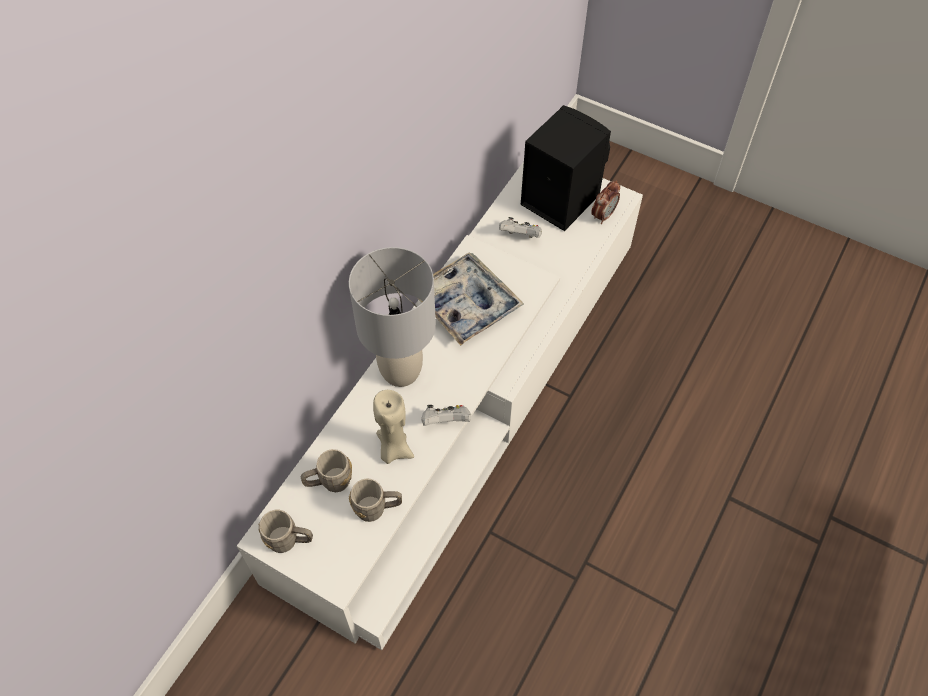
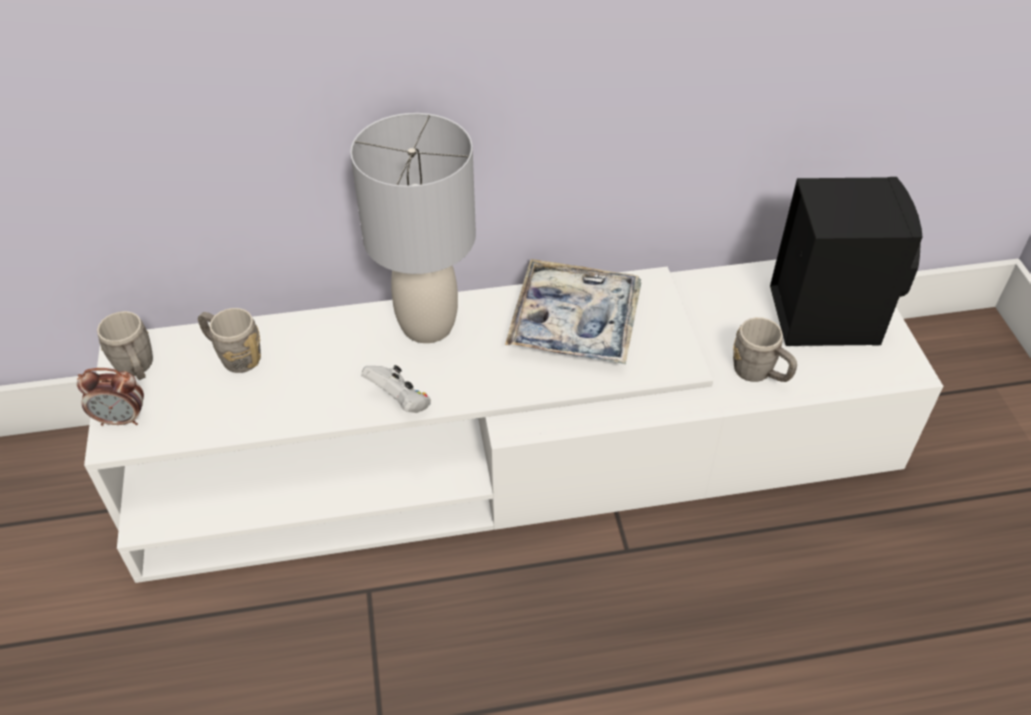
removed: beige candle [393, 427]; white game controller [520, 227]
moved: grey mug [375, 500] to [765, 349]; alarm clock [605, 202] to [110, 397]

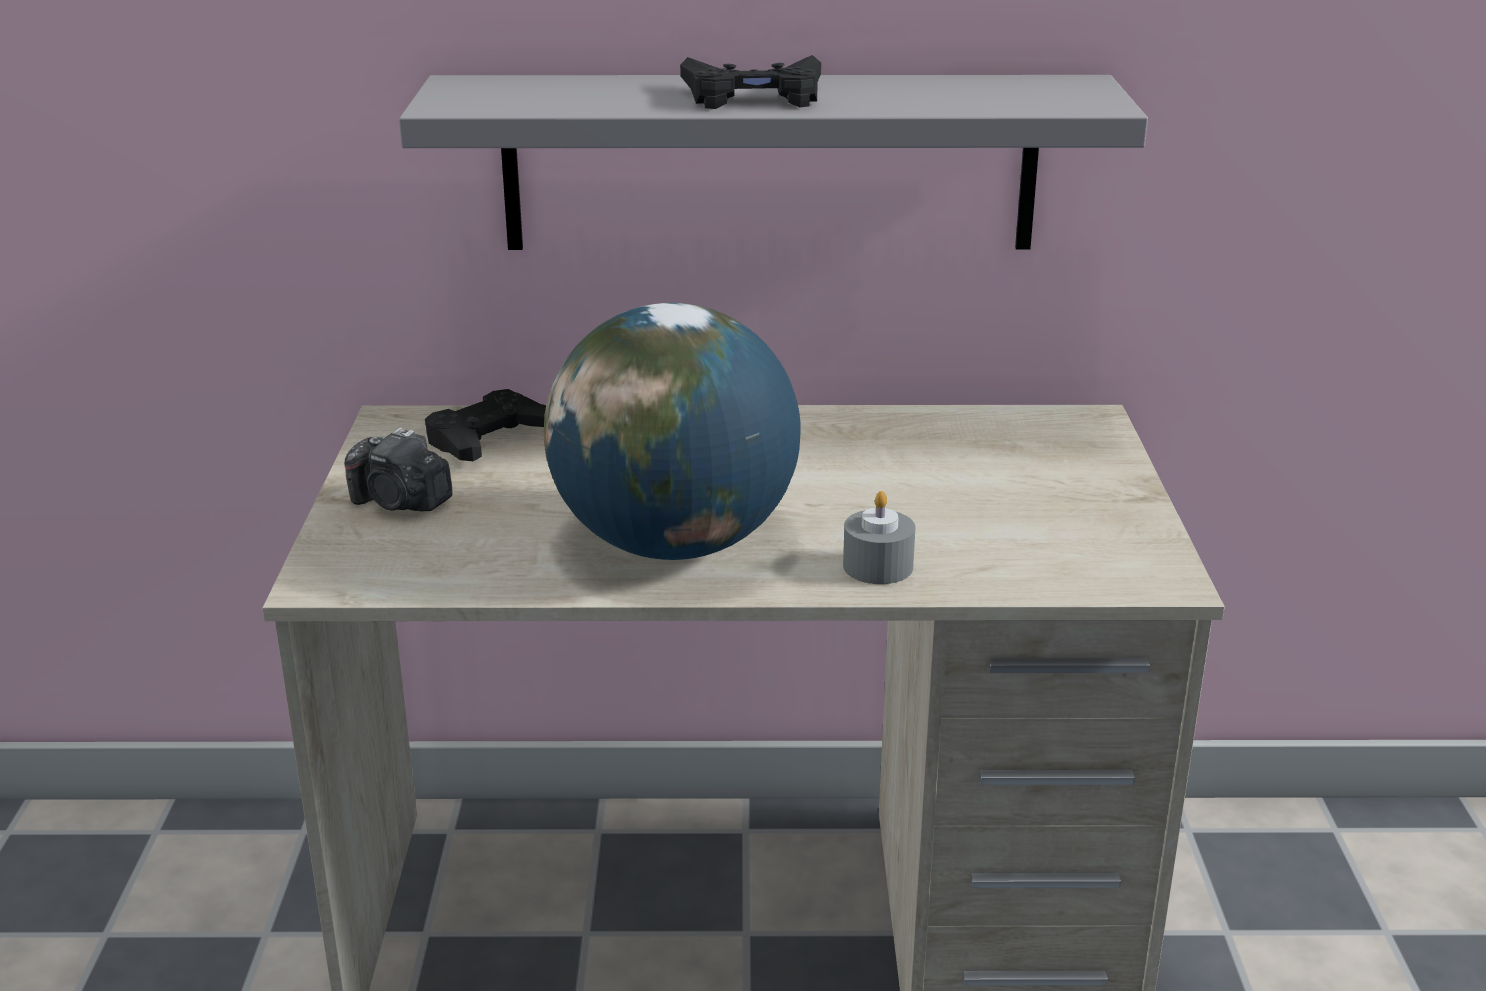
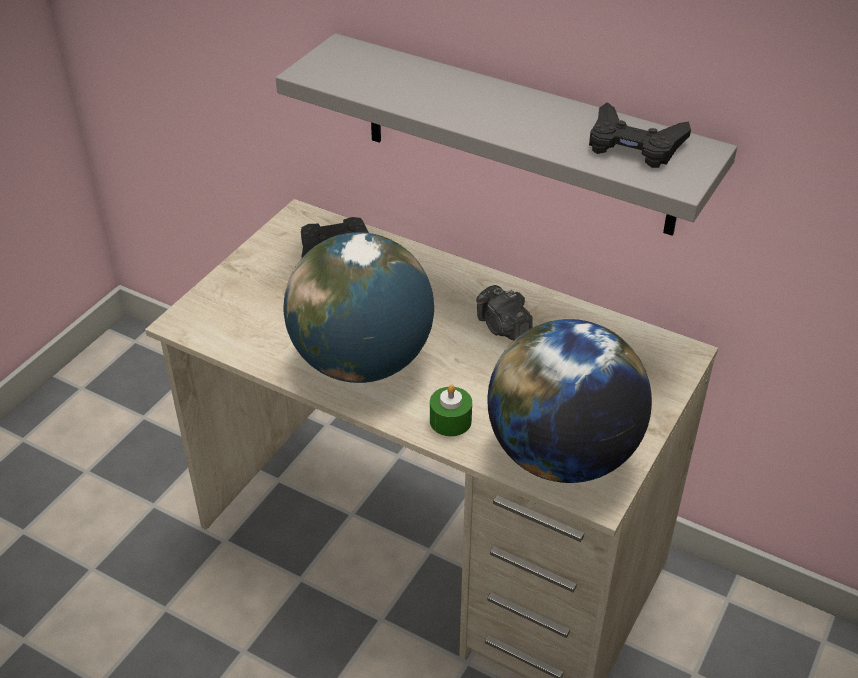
added: globe [569, 401]
moved: photo camera [398, 469] to [504, 312]; black game controller [750, 82] to [640, 135]
recoloured: grey candle [879, 537] to green candle [451, 411]

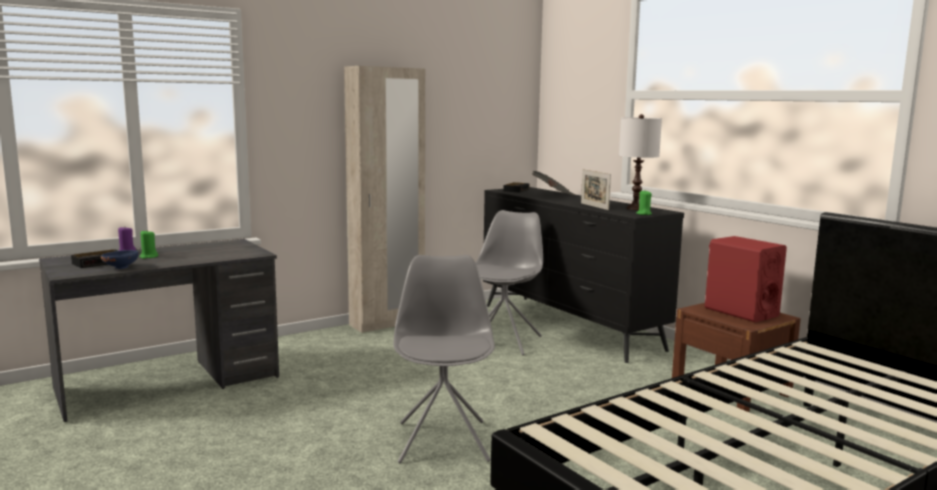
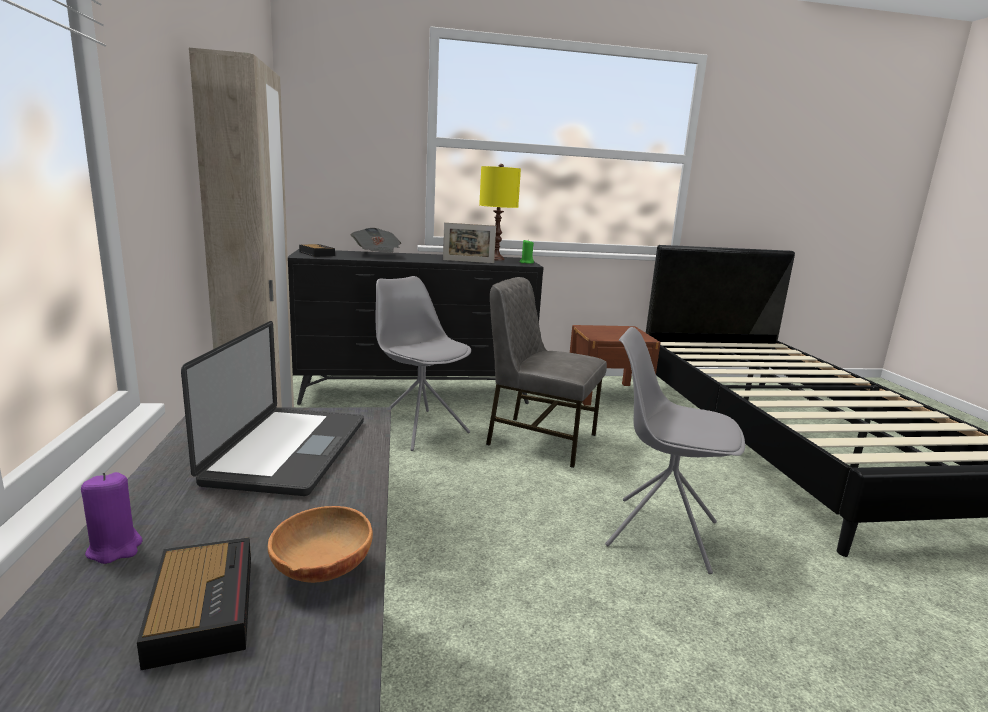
removed: green candle [149, 244]; red speaker [746, 279]
added: laptop [272, 408]; grey chair [546, 372]
recoloured: blue bowl [120, 259] to brown bowl [320, 544]; white table lamp [640, 162] to yellow table lamp [500, 212]

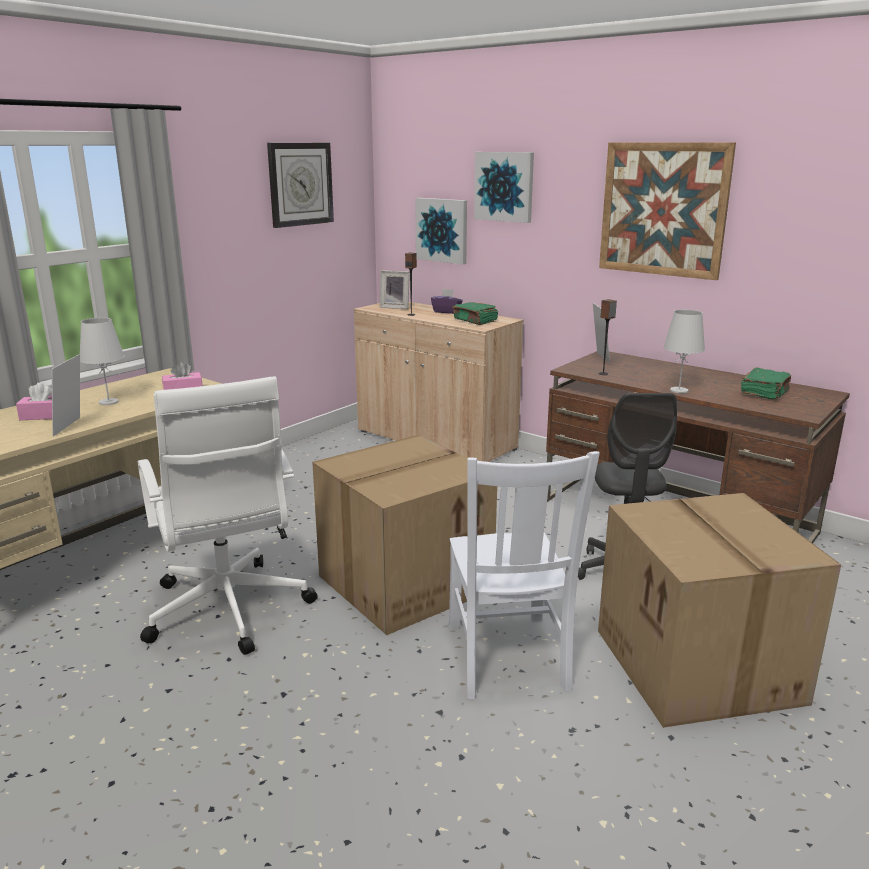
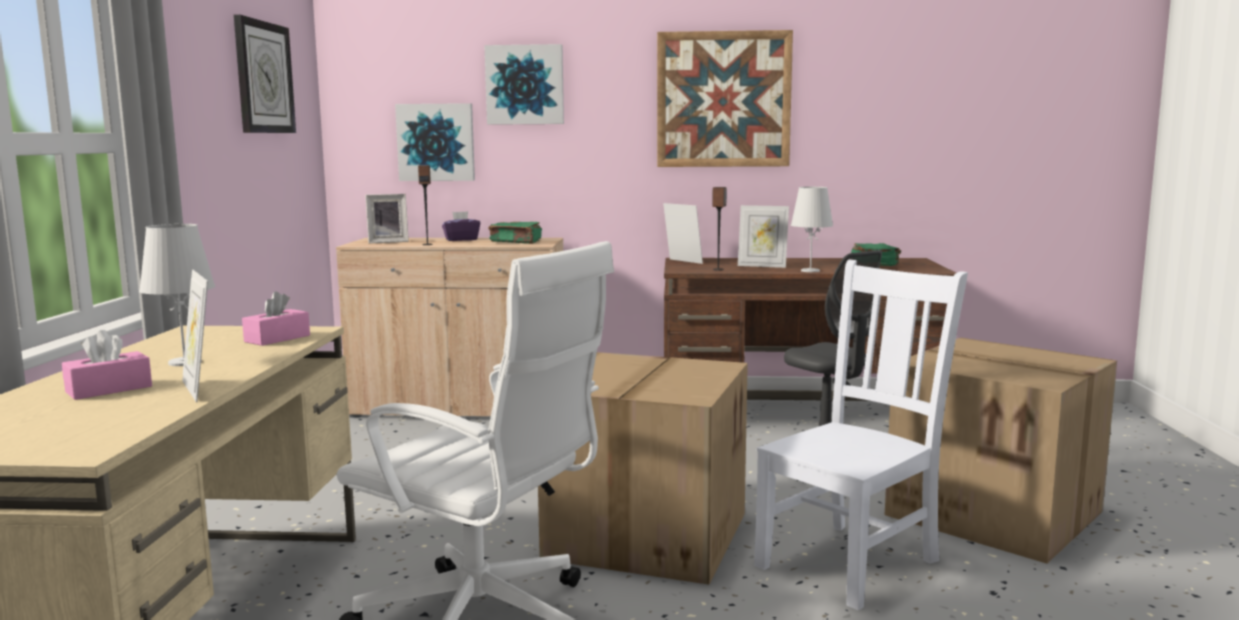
added: picture frame [763, 236]
turned: white chair [524, 575] = [861, 435] 90 degrees counterclockwise

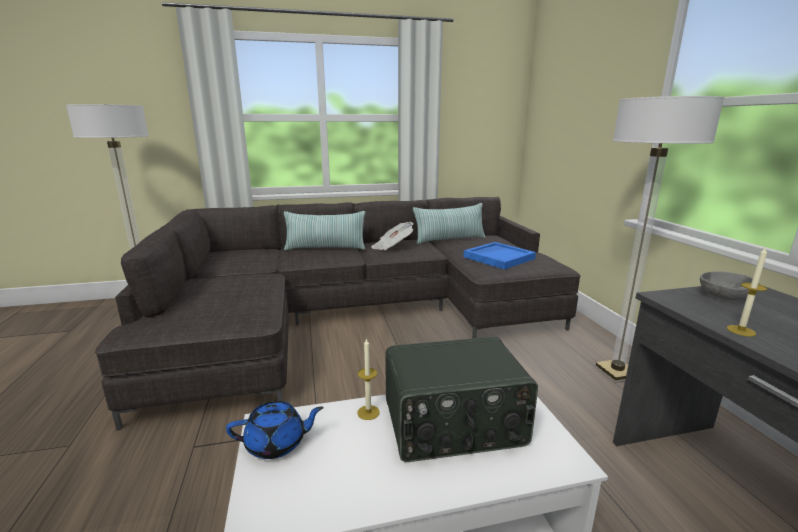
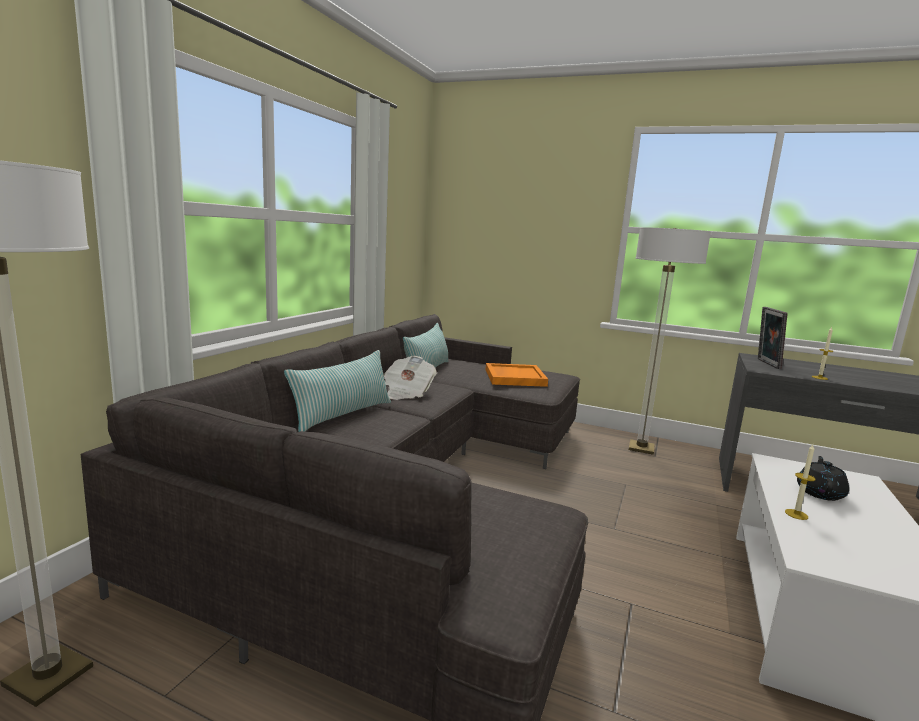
removed: blue teapot [275, 430]
replaced: radio [461, 399] to black teapot [823, 478]; grey bowl [730, 285] to picture frame [773, 338]
recoloured: blue tray [499, 256] to orange tray [517, 375]

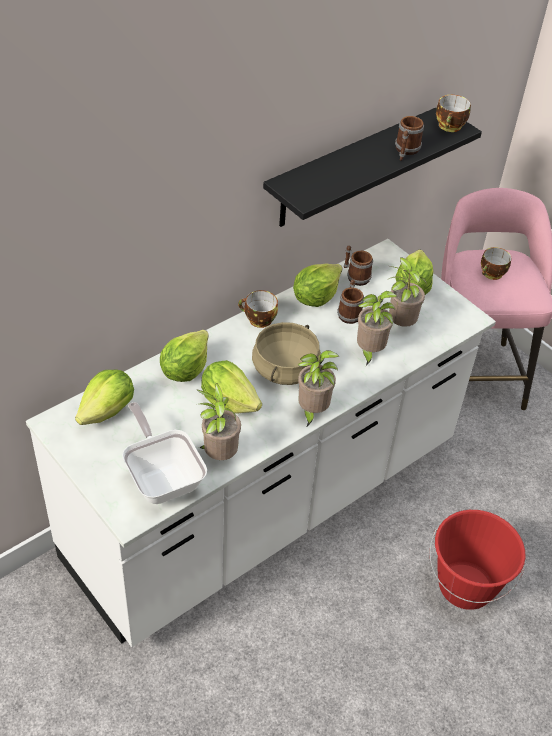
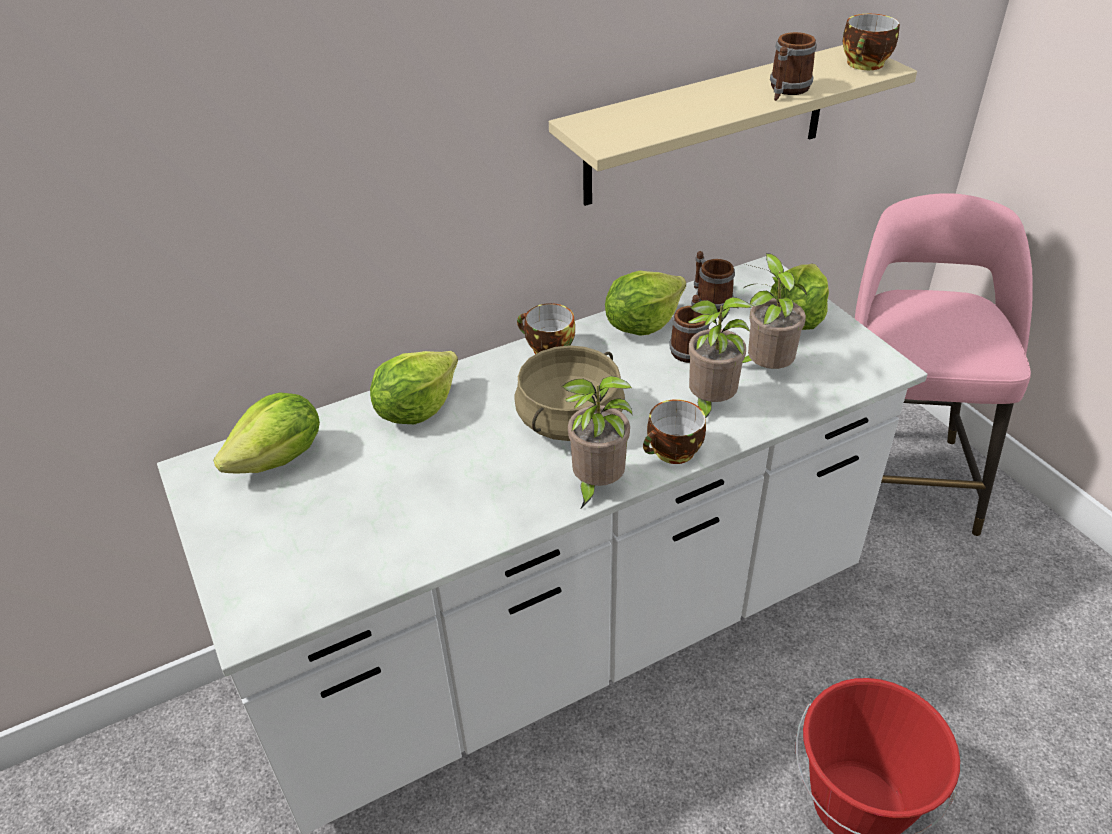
removed: frying pan [164, 453]; potted plant [219, 421]; lettuce [231, 387]
moved: cup [496, 263] to [674, 431]
recoloured: black shelf [372, 167] to beige shelf [733, 125]

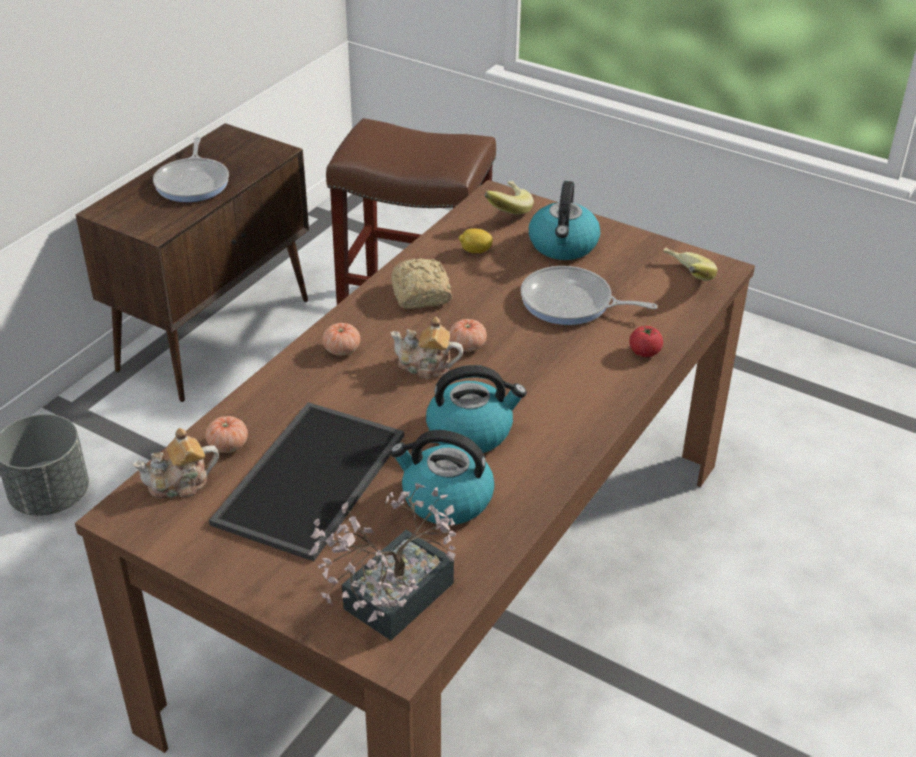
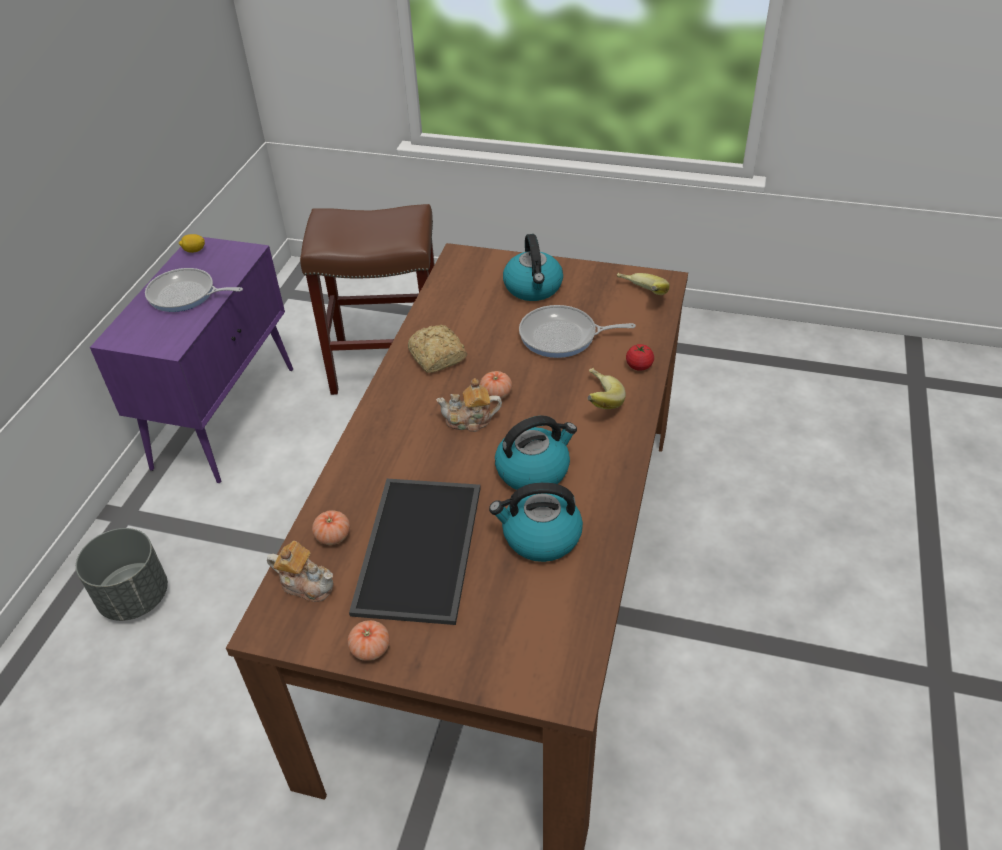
removed: potted plant [382, 562]
moved: tomato [341, 339] to [369, 640]; lemon [476, 240] to [192, 243]; banana [509, 197] to [607, 388]
recoloured: brown cabinet [192, 262] to purple cabinet [191, 360]
turned: teapot [176, 463] = [300, 571] 120 degrees counterclockwise; frying pan [191, 169] = [194, 290] 120 degrees clockwise

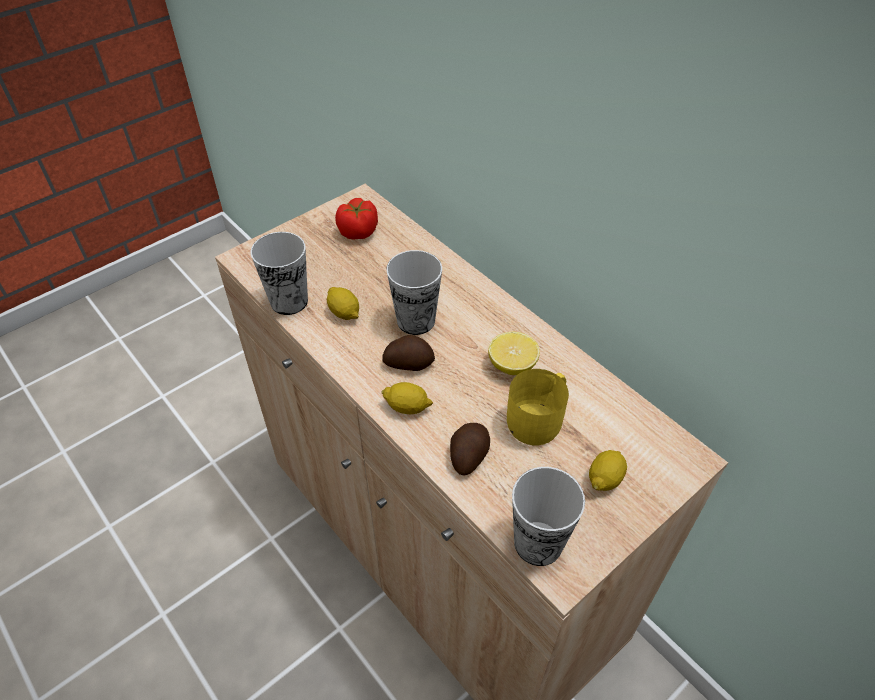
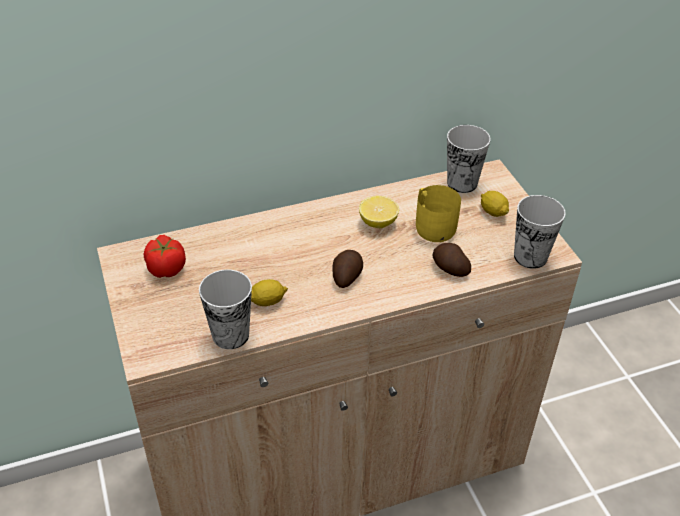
removed: lemon [407, 398]
moved: cup [414, 292] to [469, 159]

